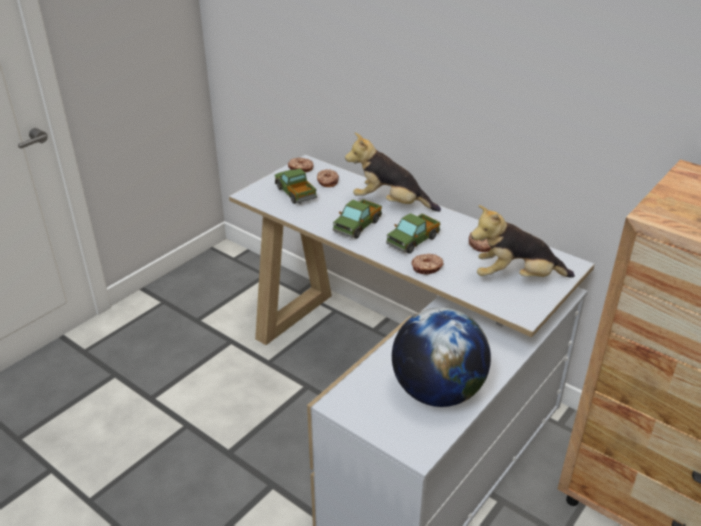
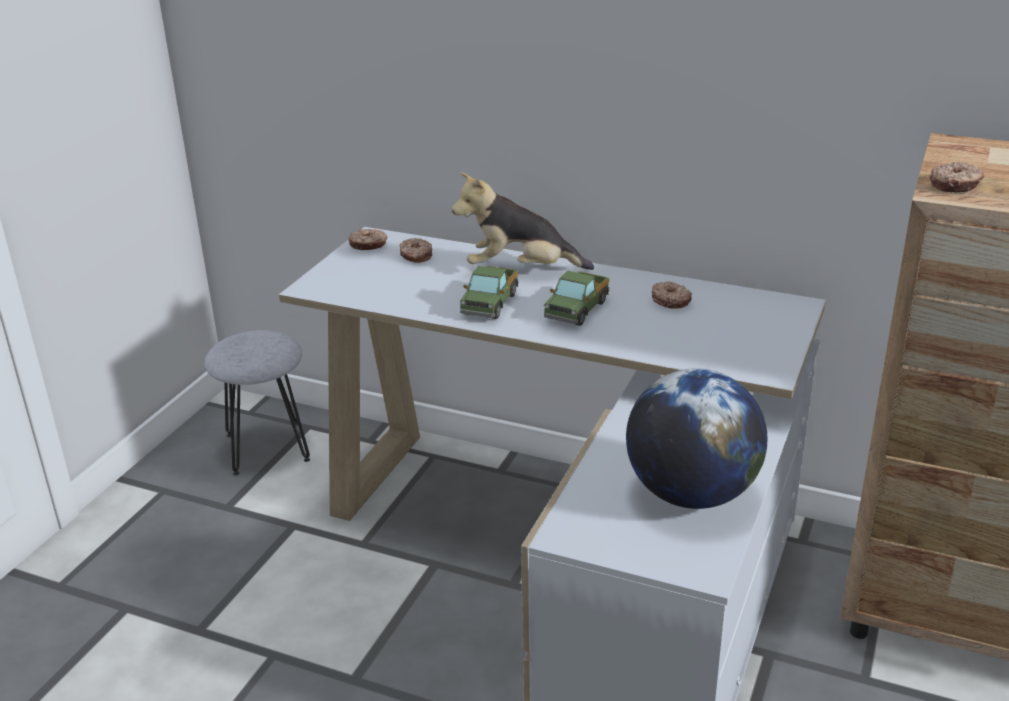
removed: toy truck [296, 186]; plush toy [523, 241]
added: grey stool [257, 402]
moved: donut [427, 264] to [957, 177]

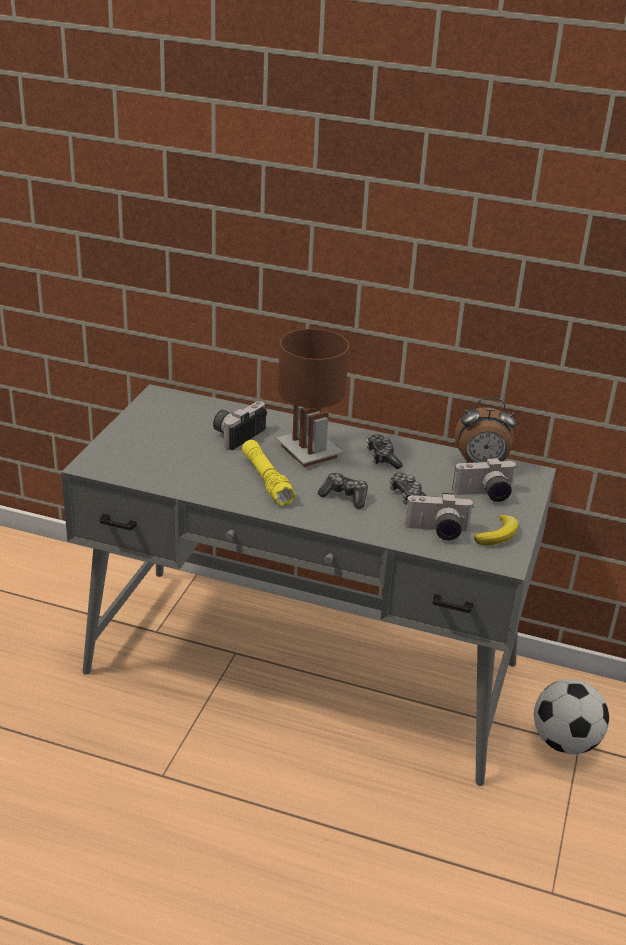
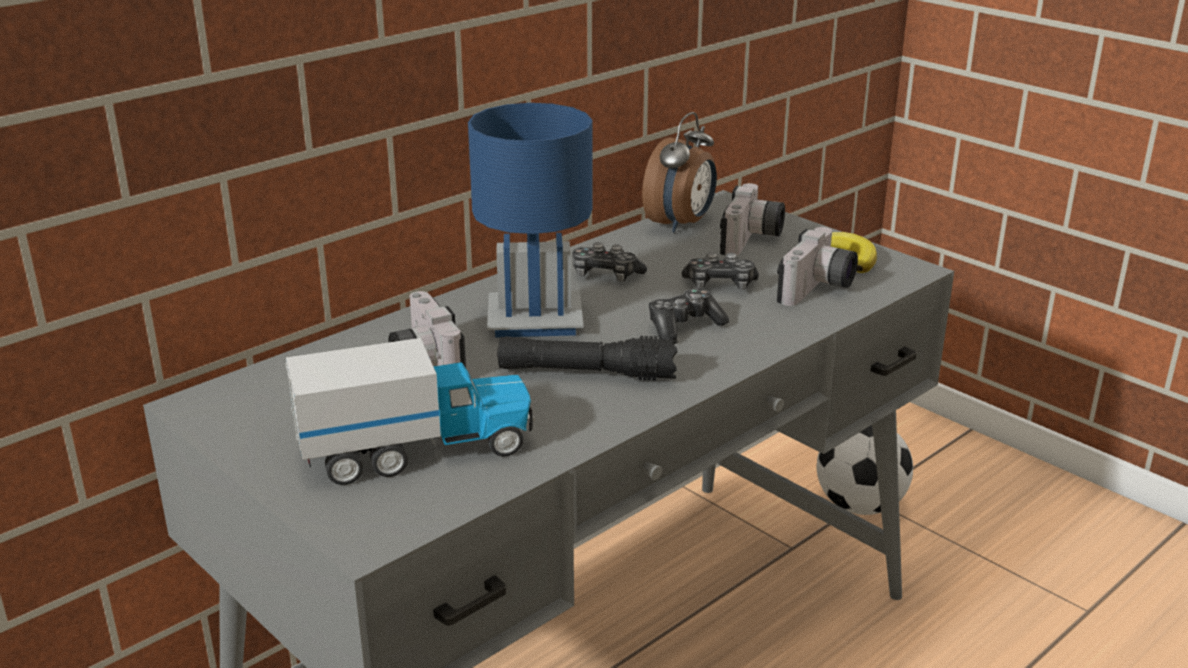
added: toy truck [410, 411]
recoloured: yellow flashlight [269, 473] to black flashlight [587, 358]; brown table lamp [312, 398] to blue table lamp [530, 220]

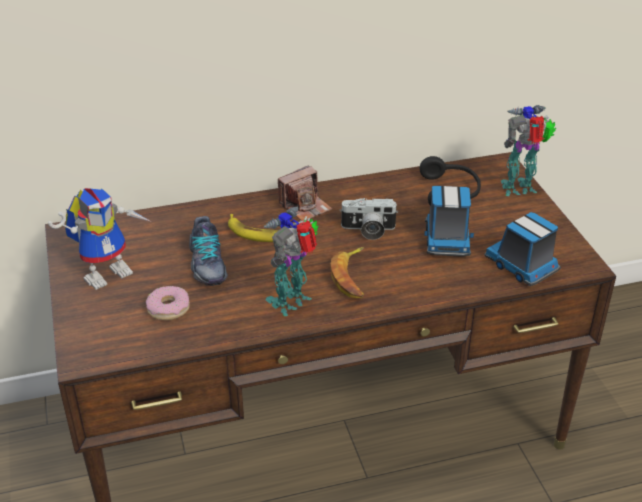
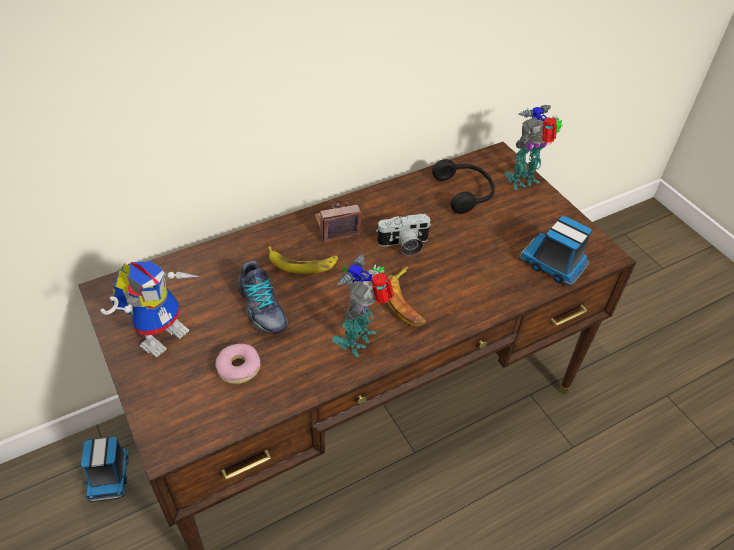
moved: toy truck [449, 221] to [105, 469]
turned: photo camera [305, 193] = [338, 221] 150 degrees counterclockwise

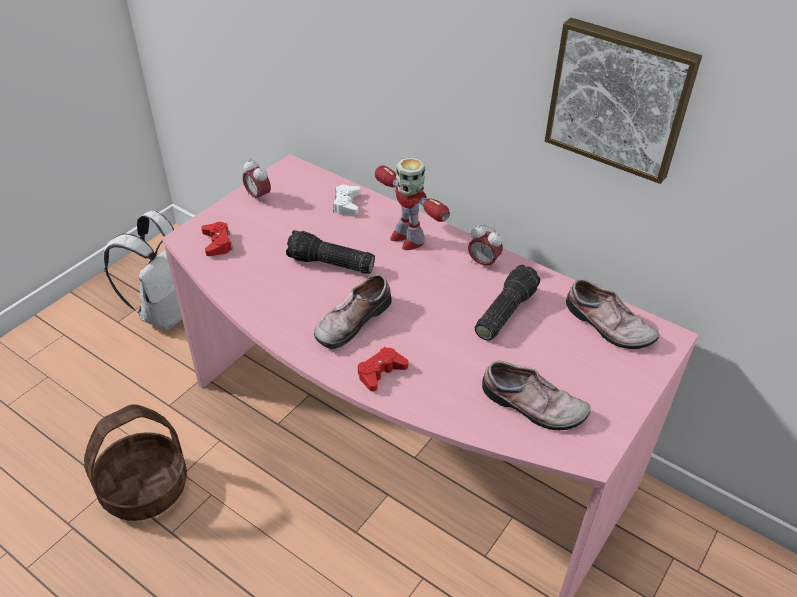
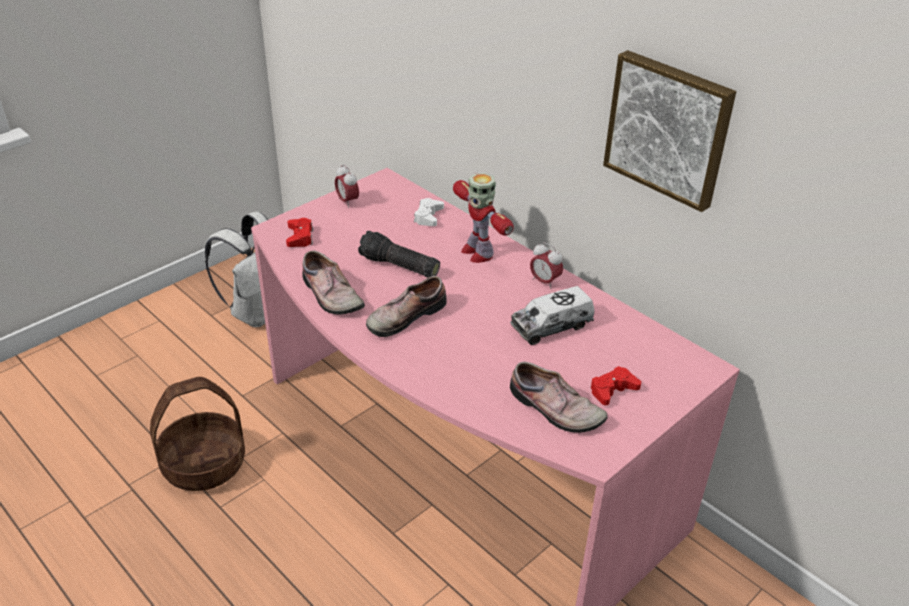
moved: red game controller [383, 369] to [615, 385]; shoe [612, 314] to [333, 282]
replaced: flashlight [507, 303] to toy truck [552, 315]

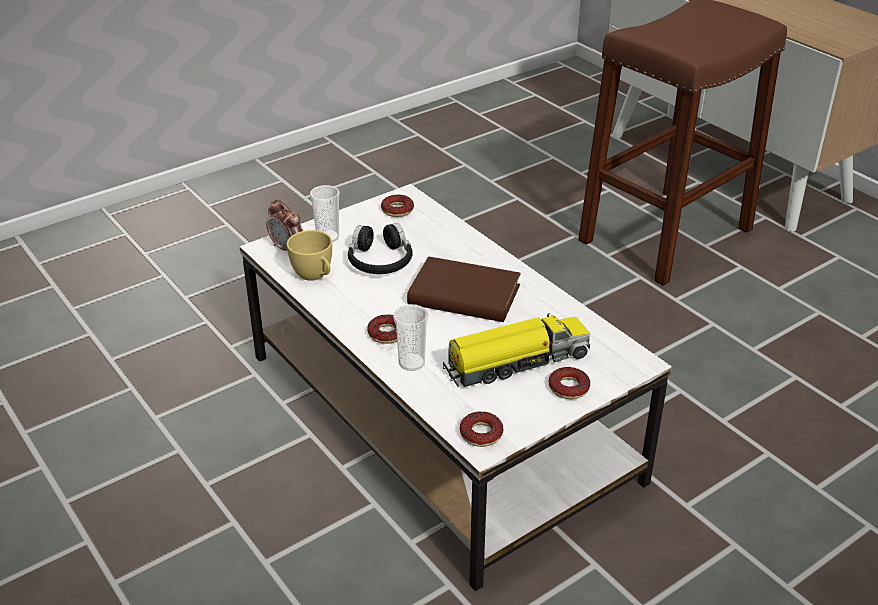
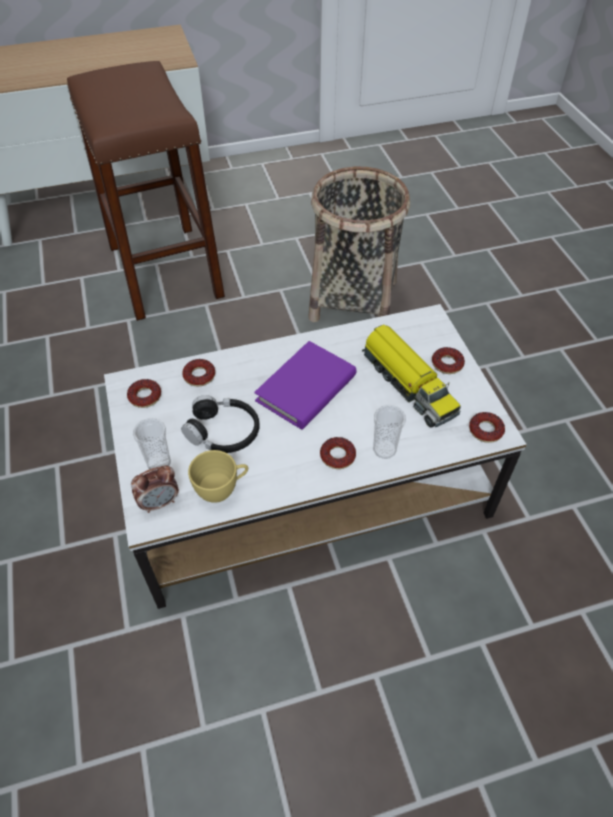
added: donut [198, 372]; basket [359, 244]
recoloured: brown book [464, 289] to purple book [305, 385]
turned: toy truck [516, 350] = [411, 376] 150 degrees clockwise

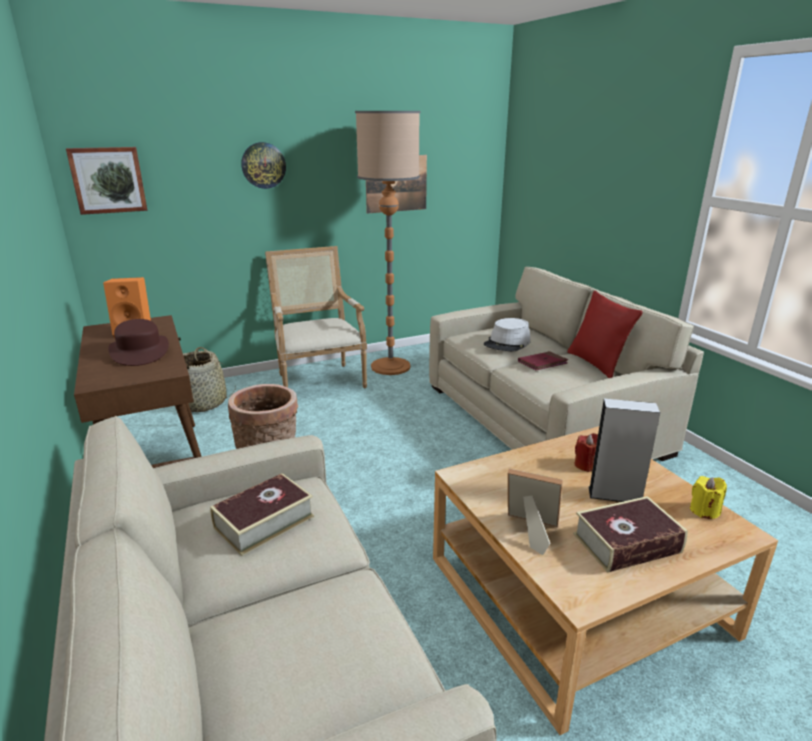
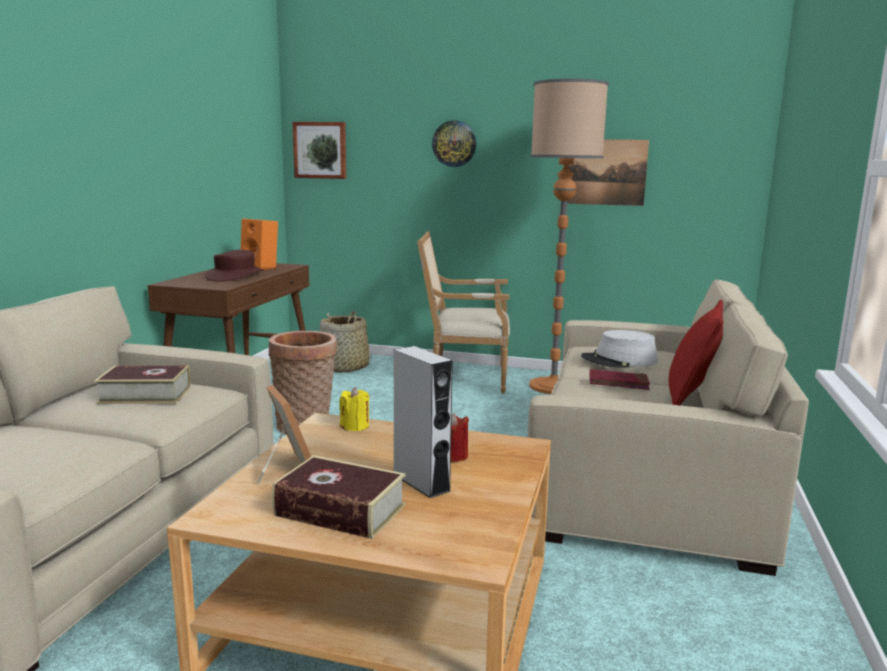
moved: yellow candle [708, 497] to [354, 409]
turned: armchair [316, 317] = [463, 312] 105 degrees counterclockwise

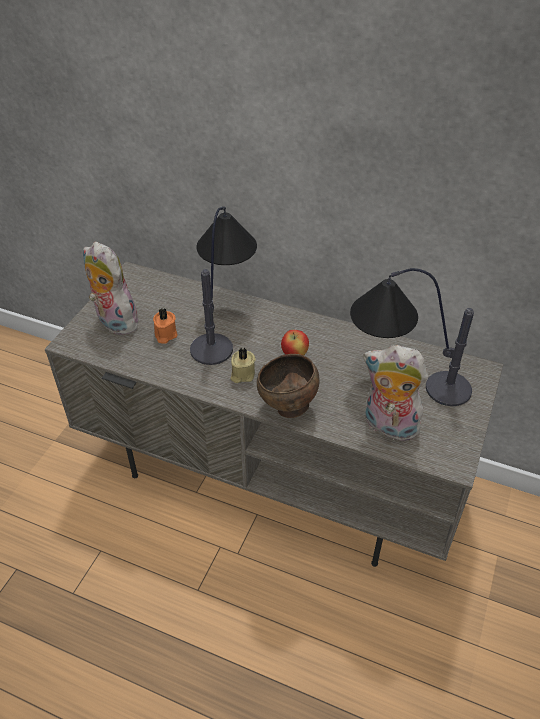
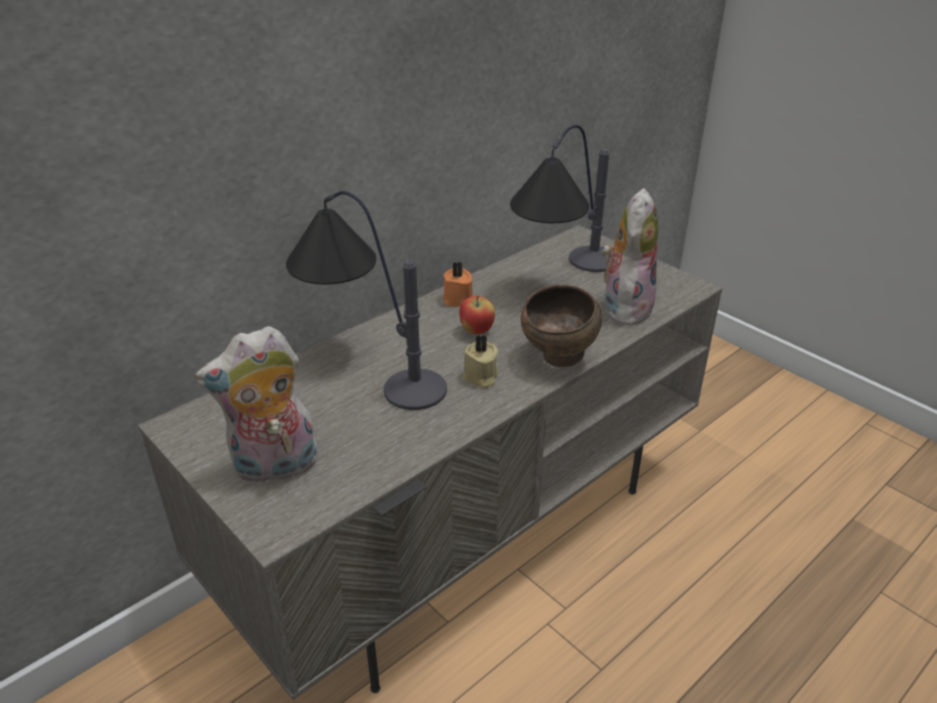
moved: orange candle [165, 326] to [458, 284]
turned: plush toy [395, 393] = [630, 256] 150 degrees clockwise

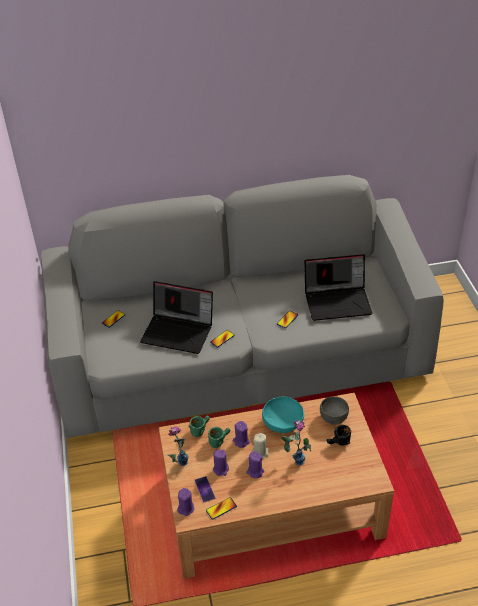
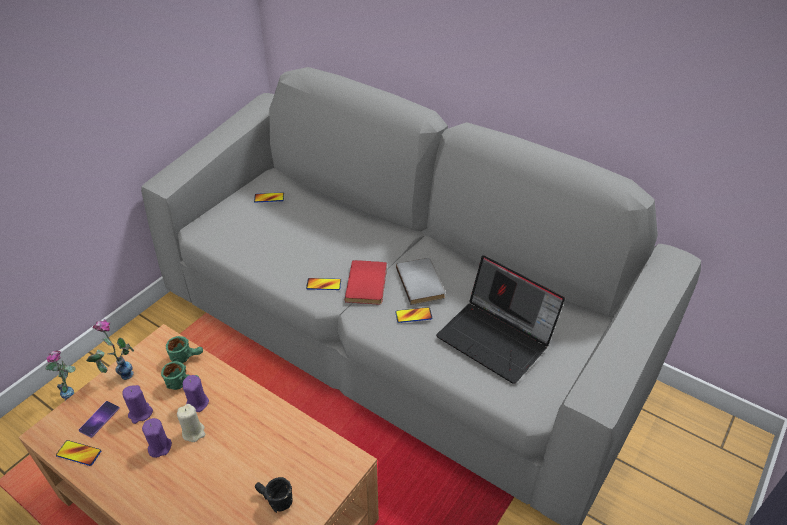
removed: laptop [176, 317]; purple candle [186, 502]; turquoise bowl [283, 415]; grey bowl [334, 410]
added: red book [366, 282]; grey book [420, 281]
moved: vase [296, 443] to [60, 375]

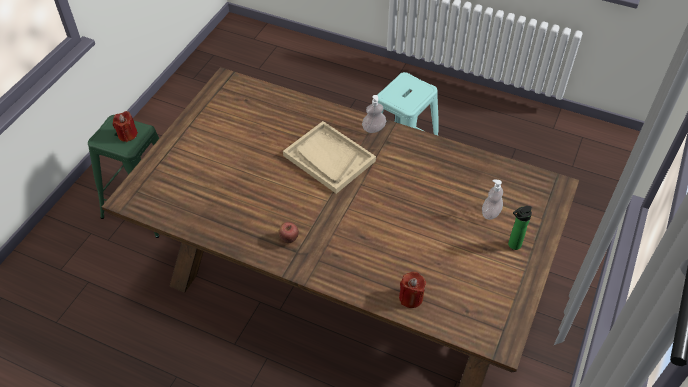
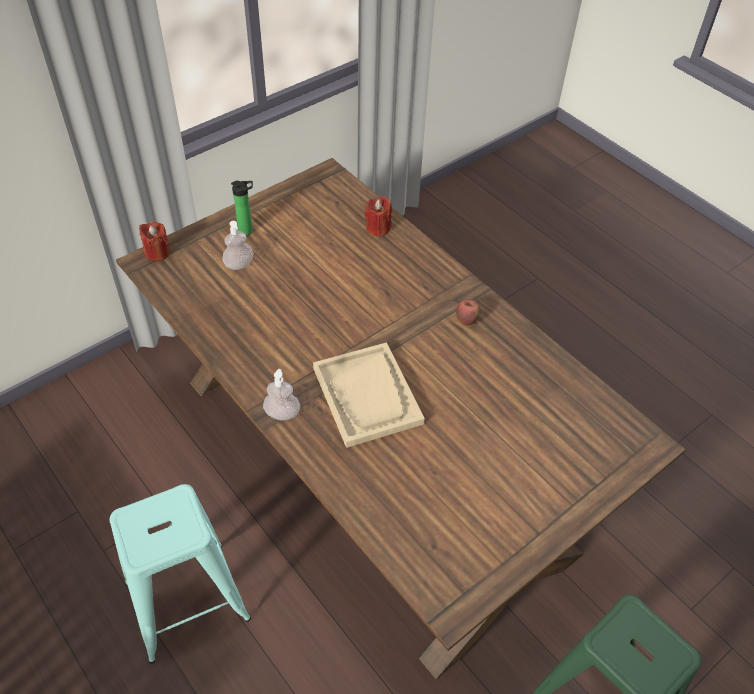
moved: red candle [125, 126] to [154, 241]

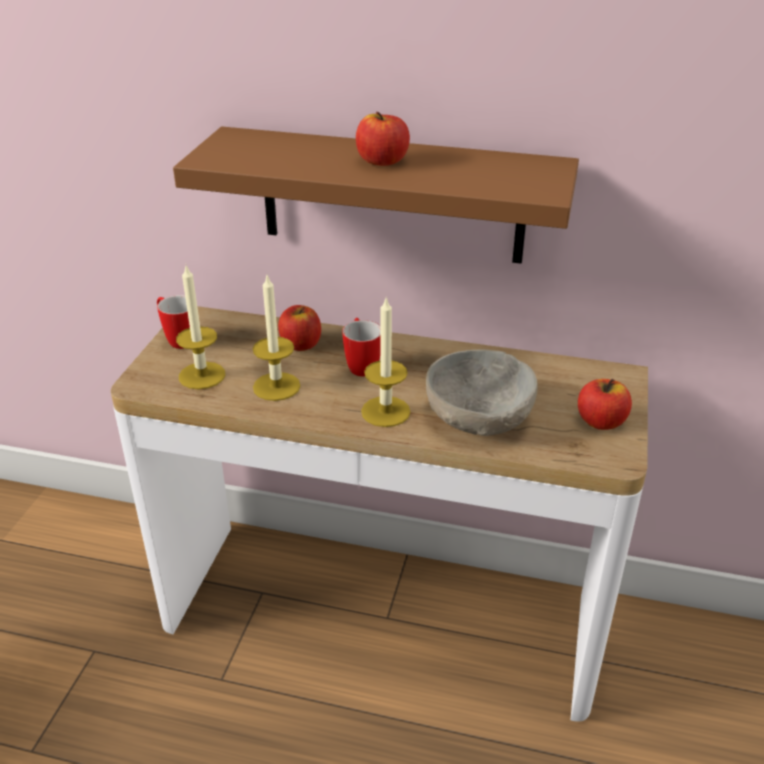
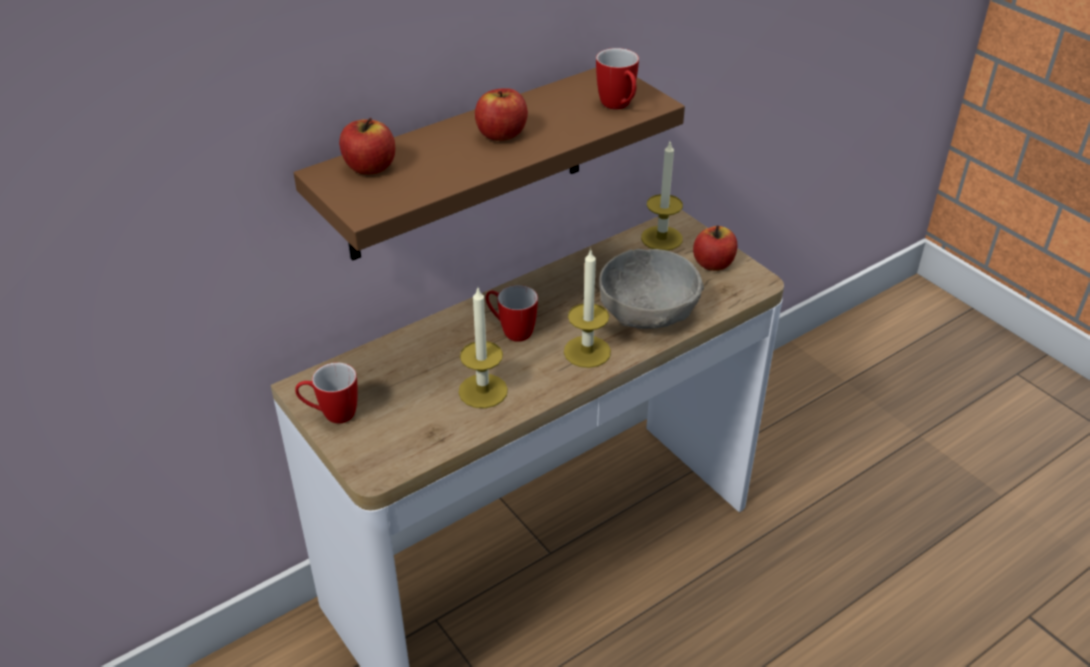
added: mug [617, 78]
moved: candle [200, 327] to [662, 196]; apple [299, 328] to [367, 146]

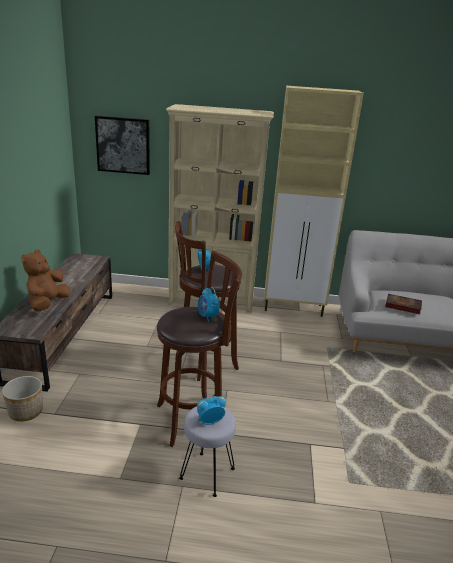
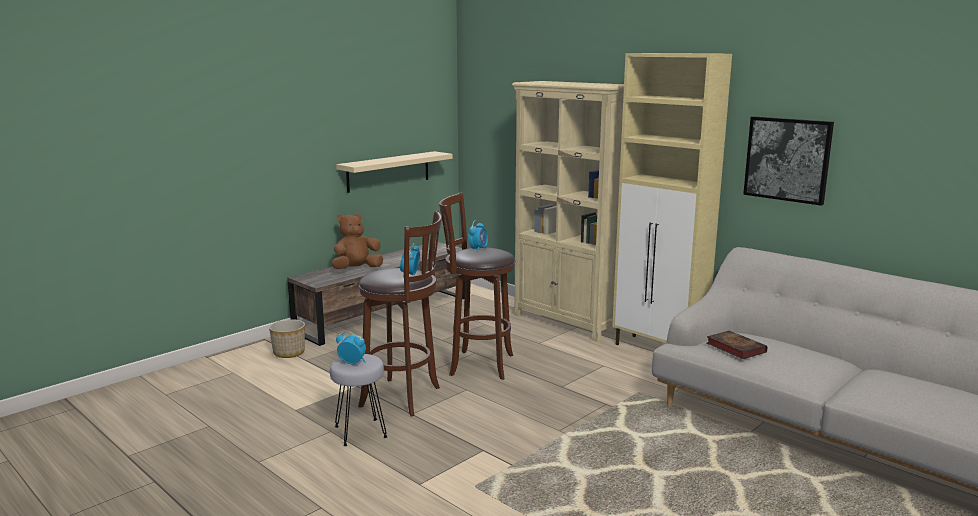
added: beige shelf [394, 172]
moved: picture [122, 145] to [788, 161]

